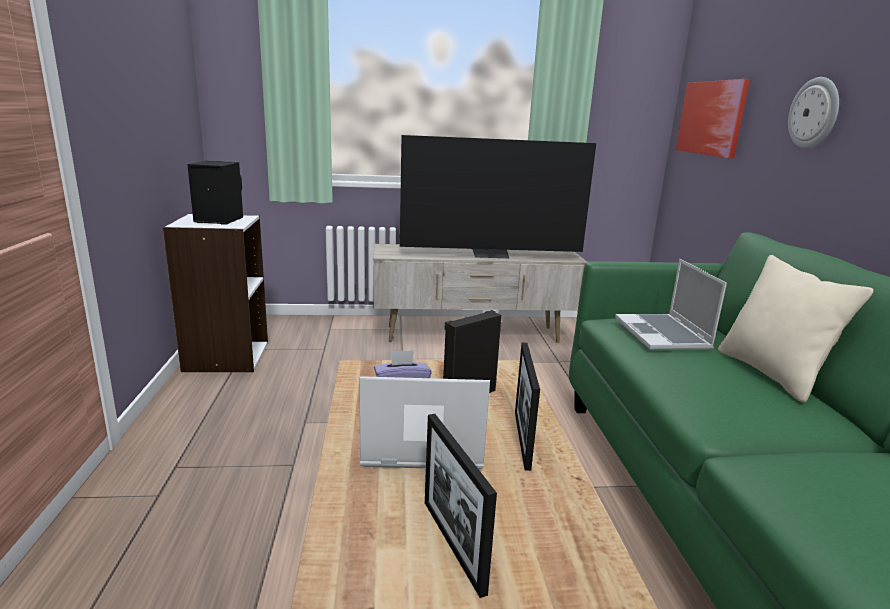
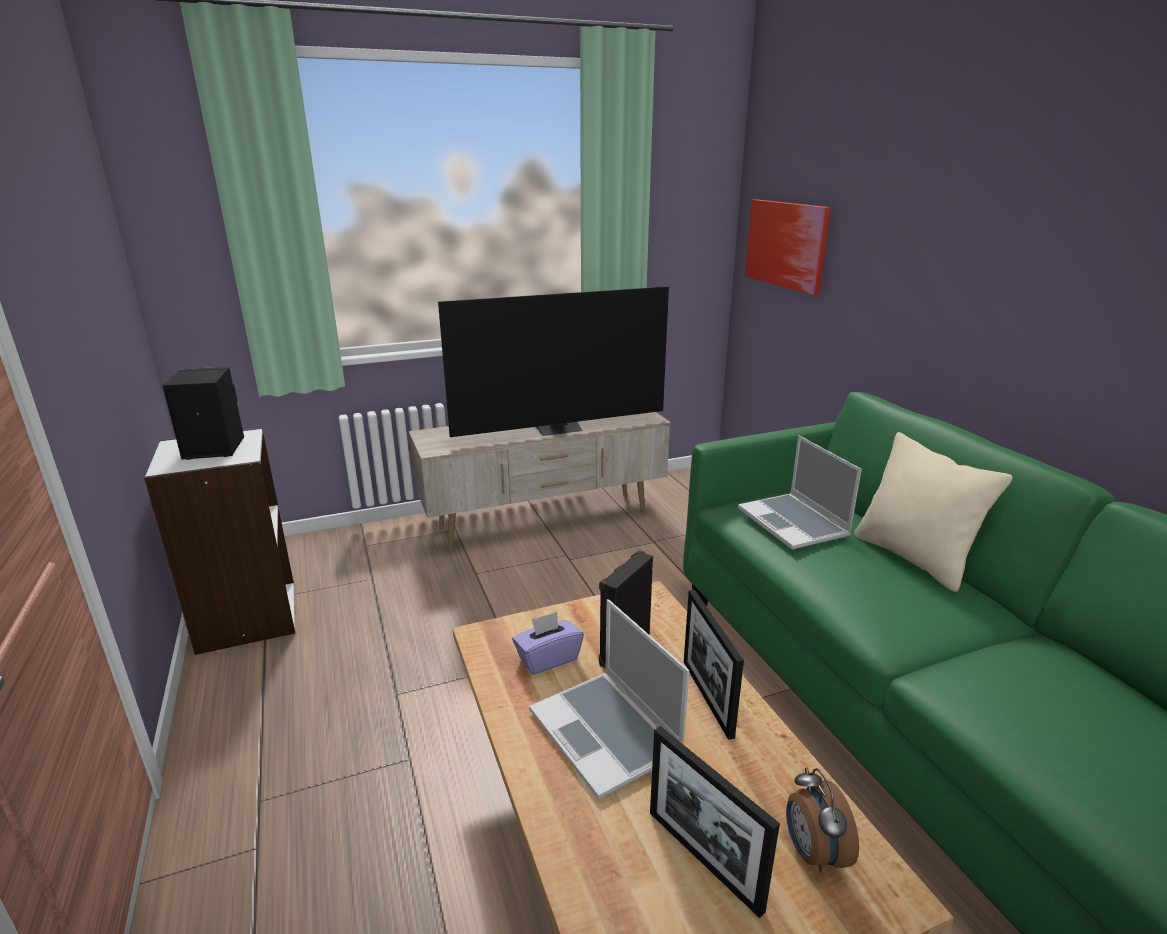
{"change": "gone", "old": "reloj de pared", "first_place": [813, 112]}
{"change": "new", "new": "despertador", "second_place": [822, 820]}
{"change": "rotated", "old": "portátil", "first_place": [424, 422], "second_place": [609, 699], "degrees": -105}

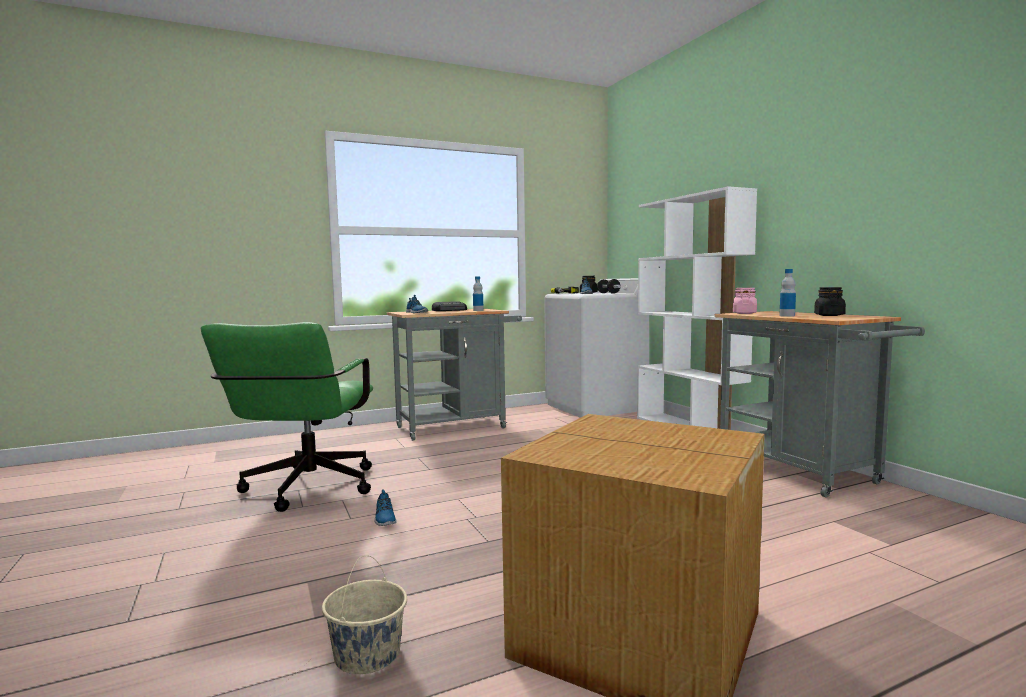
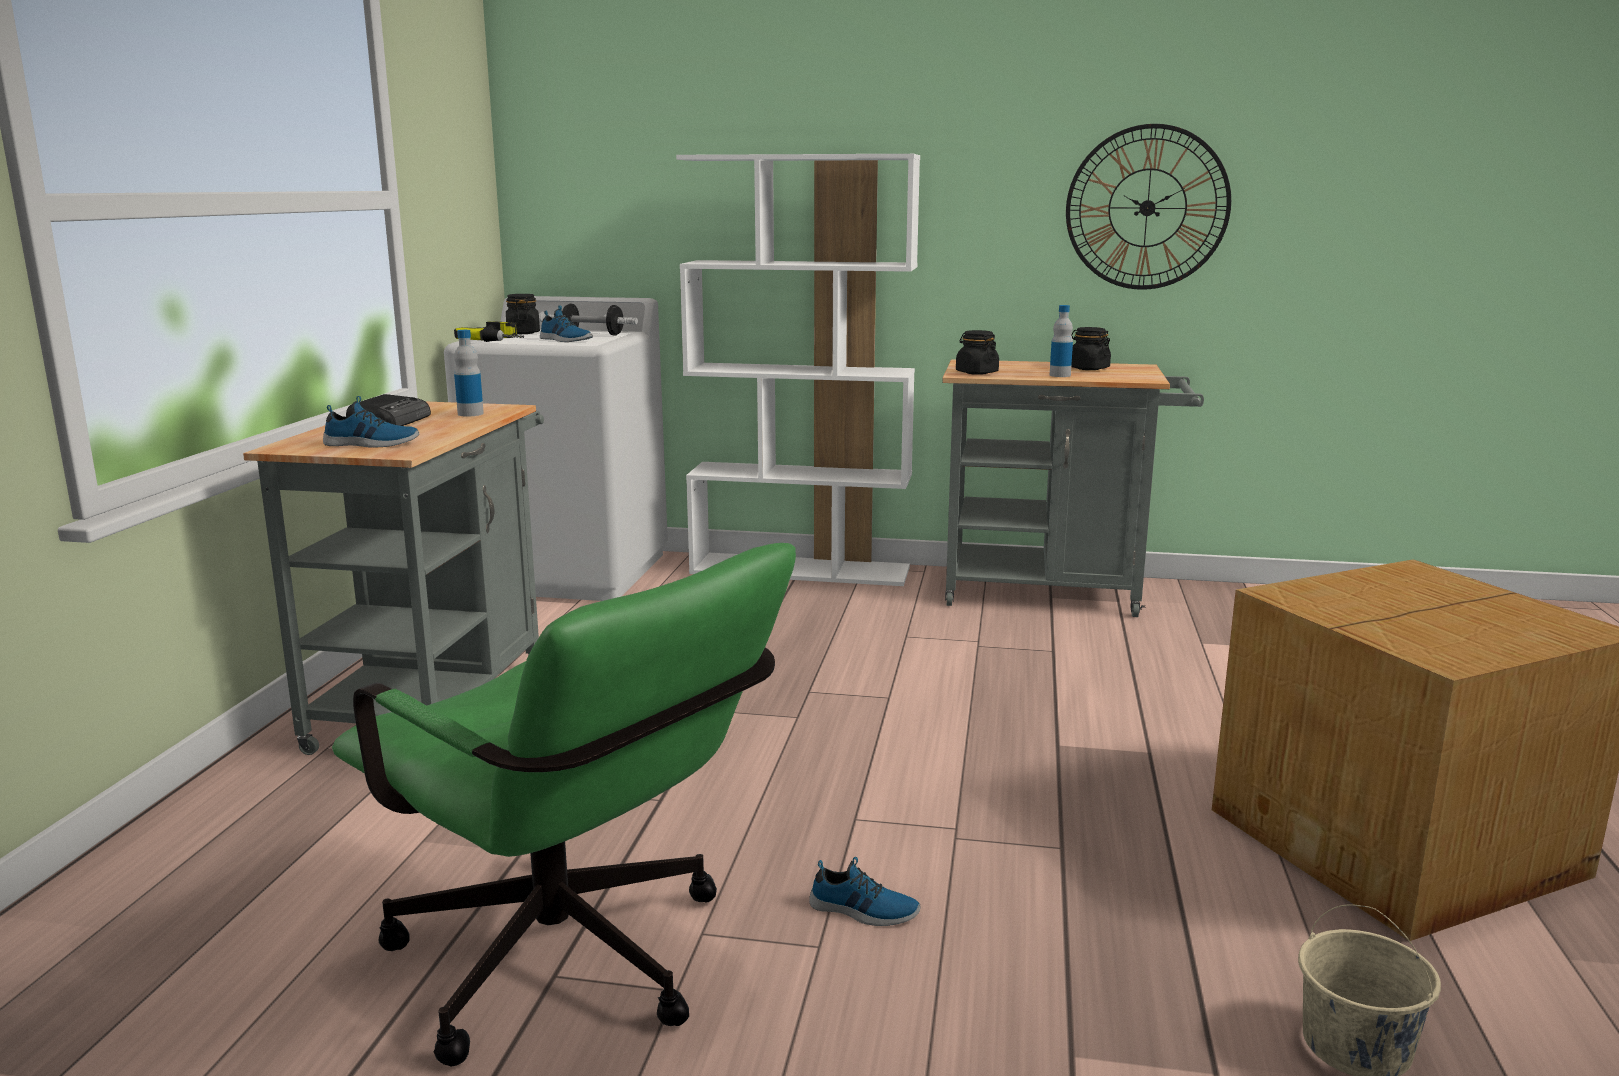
{"change": "new", "new": "reloj de pared", "second_place": [1148, 207]}
{"change": "repainted", "old": "tarro (rosa)", "new": "tarro (negro)", "first_place": [745, 301], "second_place": [977, 352]}

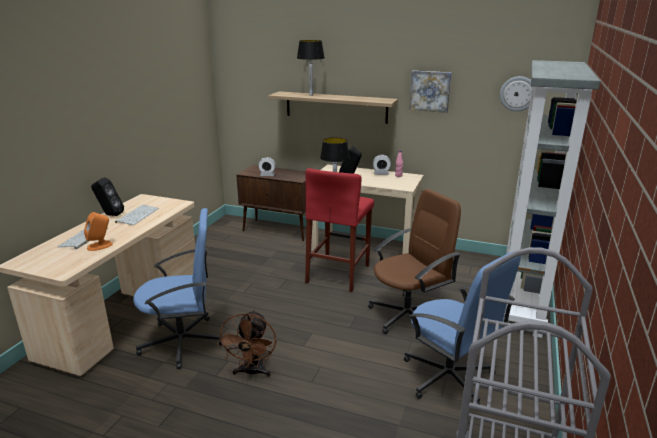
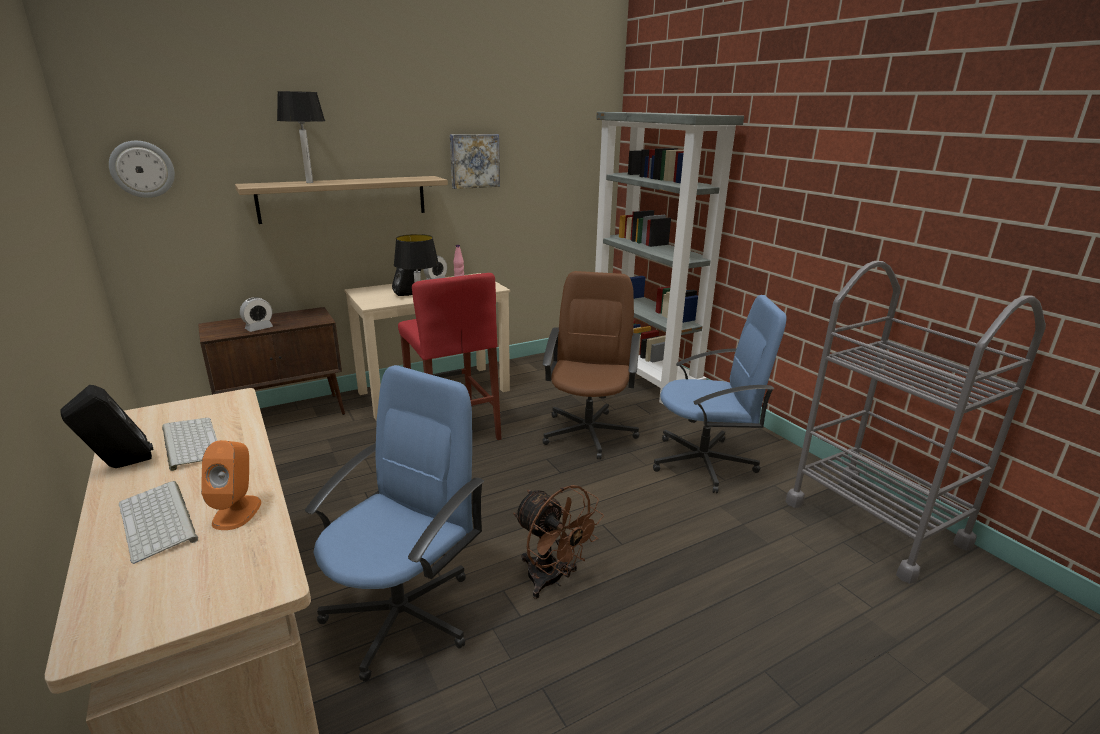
{"change": "shifted", "old": "reloj de pared", "first_place": [516, 94], "second_place": [142, 169]}

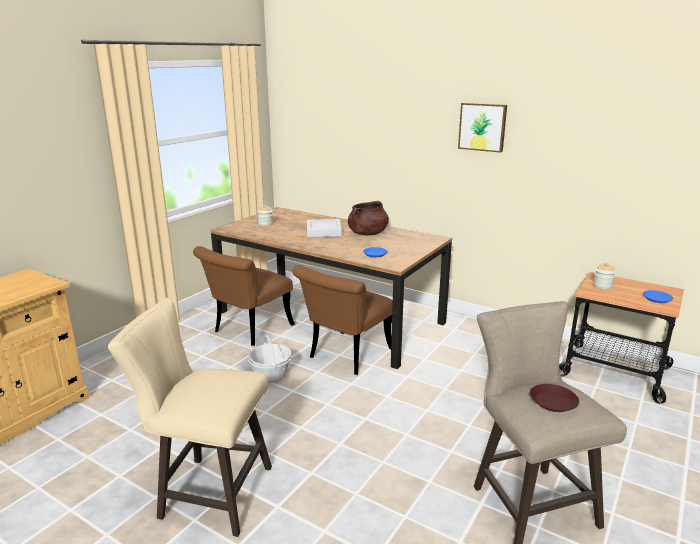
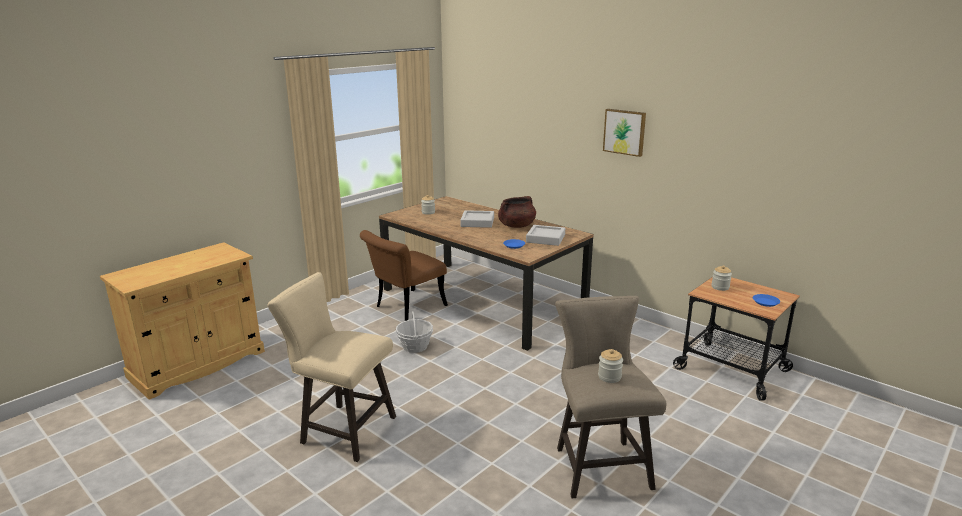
{"change": "gone", "old": "silla (marrón)", "first_place": [342, 320]}
{"change": "new", "new": "bandeja (gris)", "second_place": [545, 235]}
{"change": "swapped", "old": "plato (marrón)", "new": "tarro", "first_place": [554, 398], "second_place": [610, 366]}

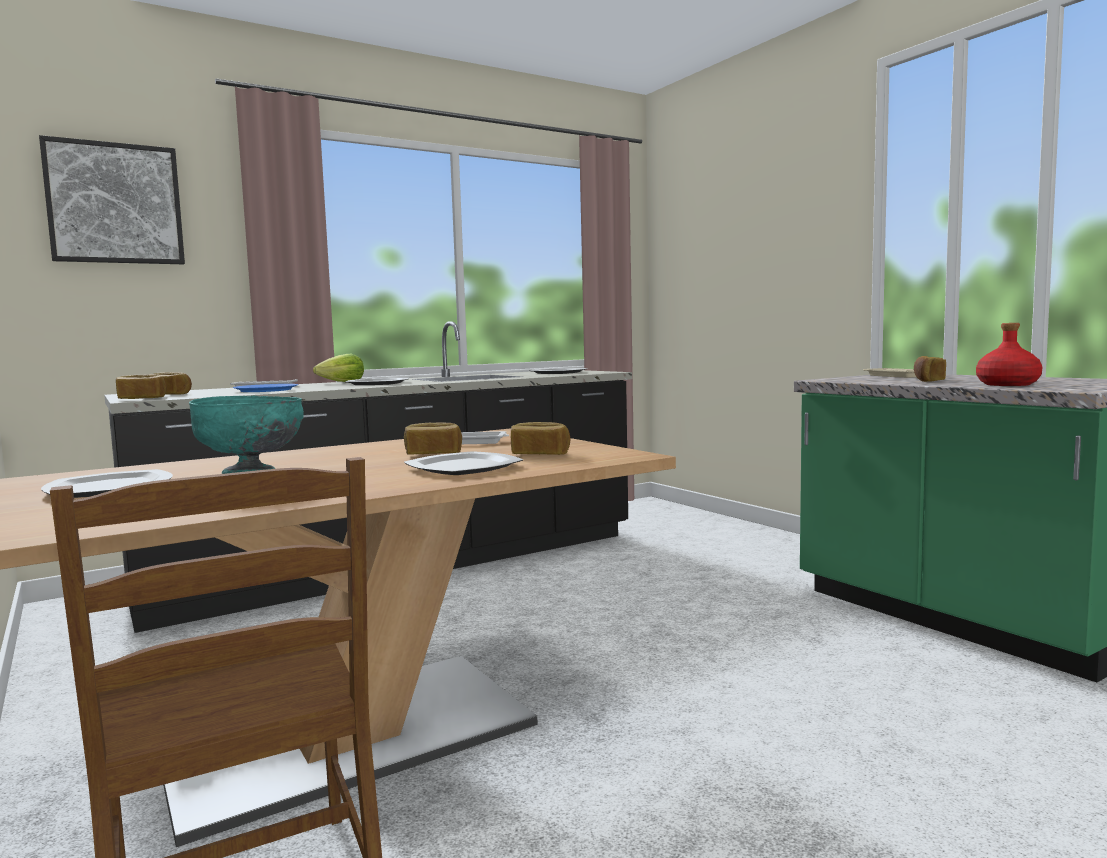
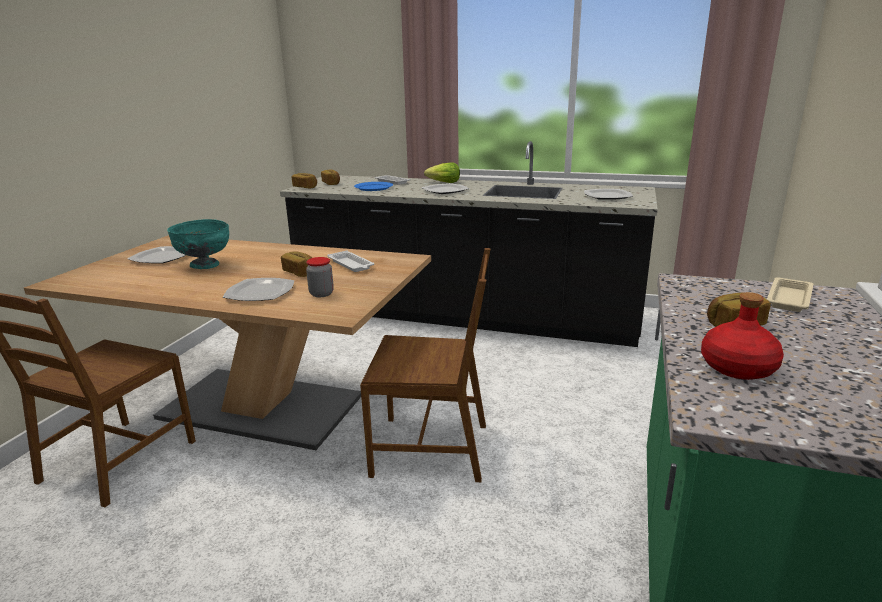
{"change": "gone", "old": "cuadro", "first_place": [112, 199]}
{"change": "new", "new": "silla (marrón)", "second_place": [425, 365]}
{"change": "swapped", "old": "pan", "new": "tarro", "first_place": [541, 438], "second_place": [320, 277]}

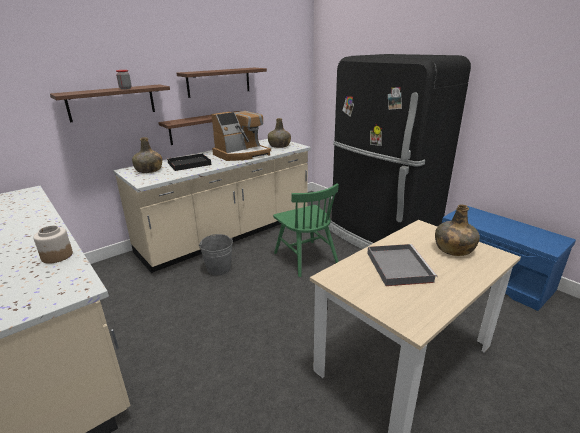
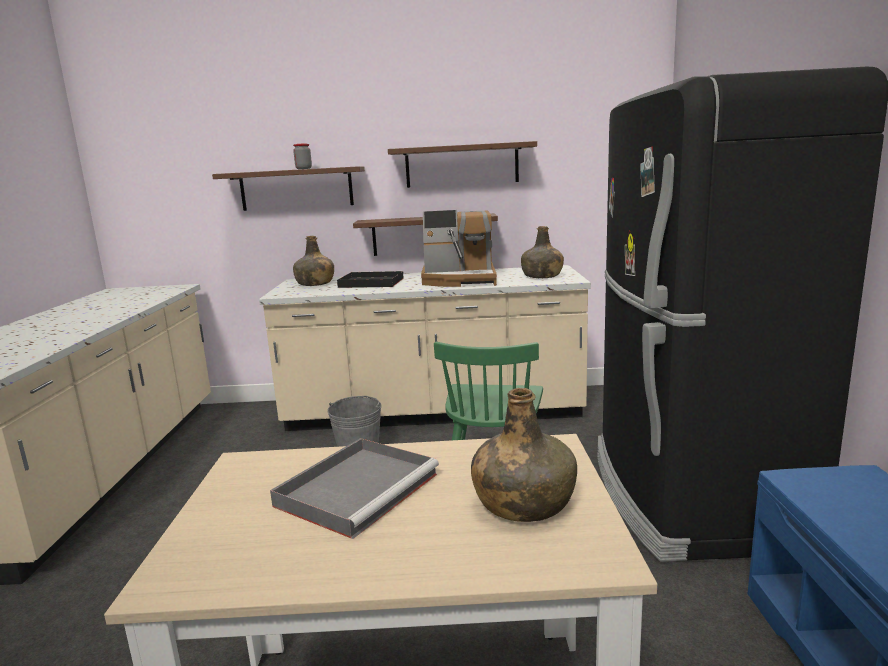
{"change": "gone", "old": "tarro", "first_place": [53, 244]}

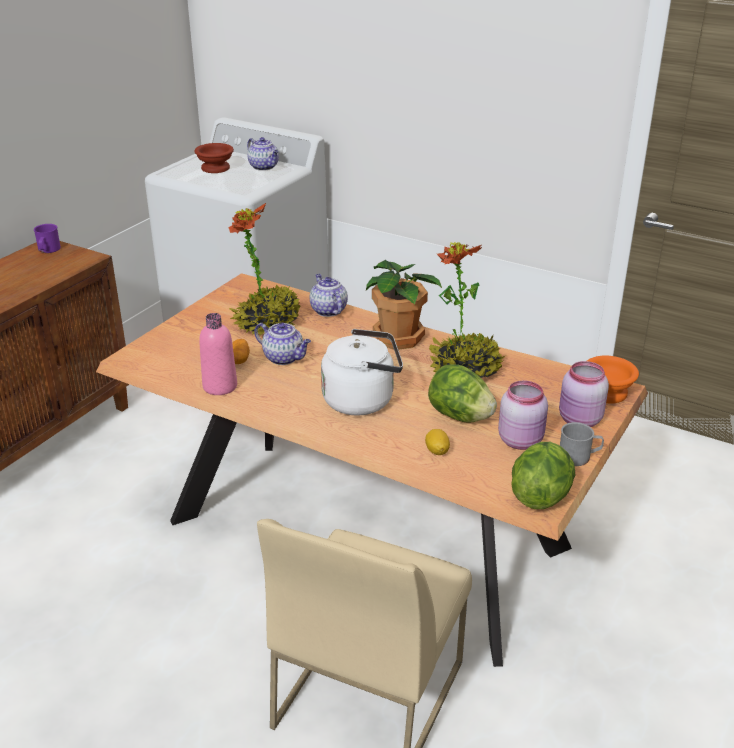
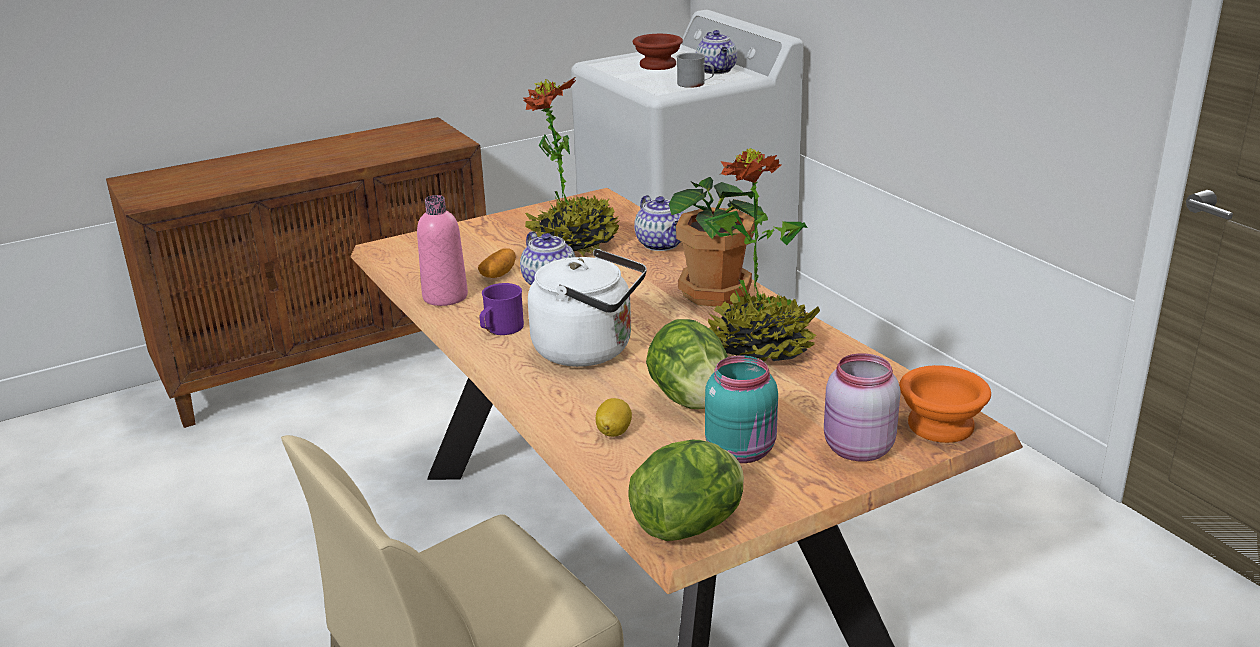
{"change": "shifted", "old": "taza grande (morado)", "first_place": [47, 238], "second_place": [502, 309]}
{"change": "shifted", "old": "taza grande (gris)", "first_place": [582, 444], "second_place": [695, 70]}
{"change": "repainted", "old": "tarro (rosa)", "new": "tarro (turquesa)", "first_place": [523, 415], "second_place": [741, 409]}
{"change": "rotated", "old": "tetera", "first_place": [329, 295], "second_place": [659, 223], "degrees": 150}

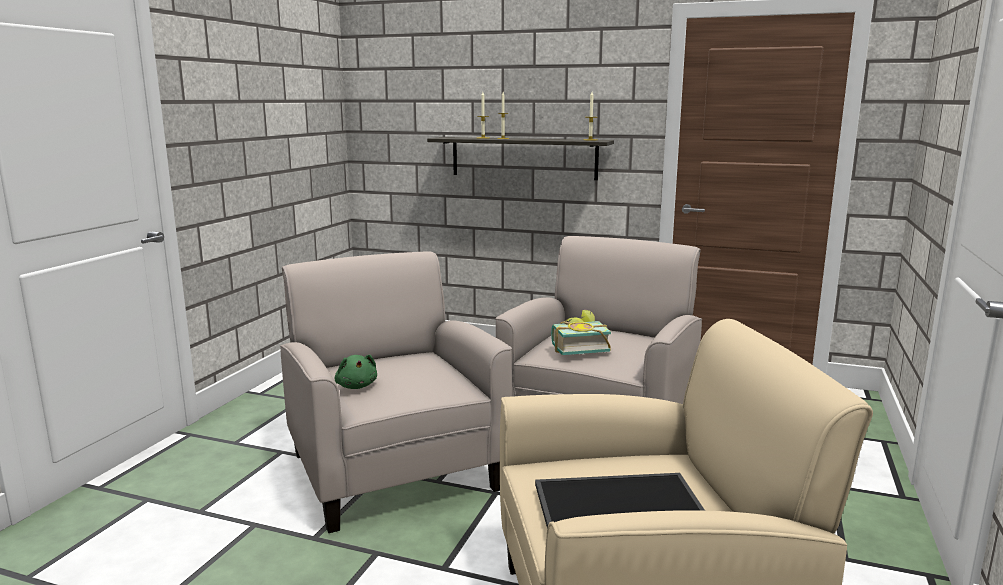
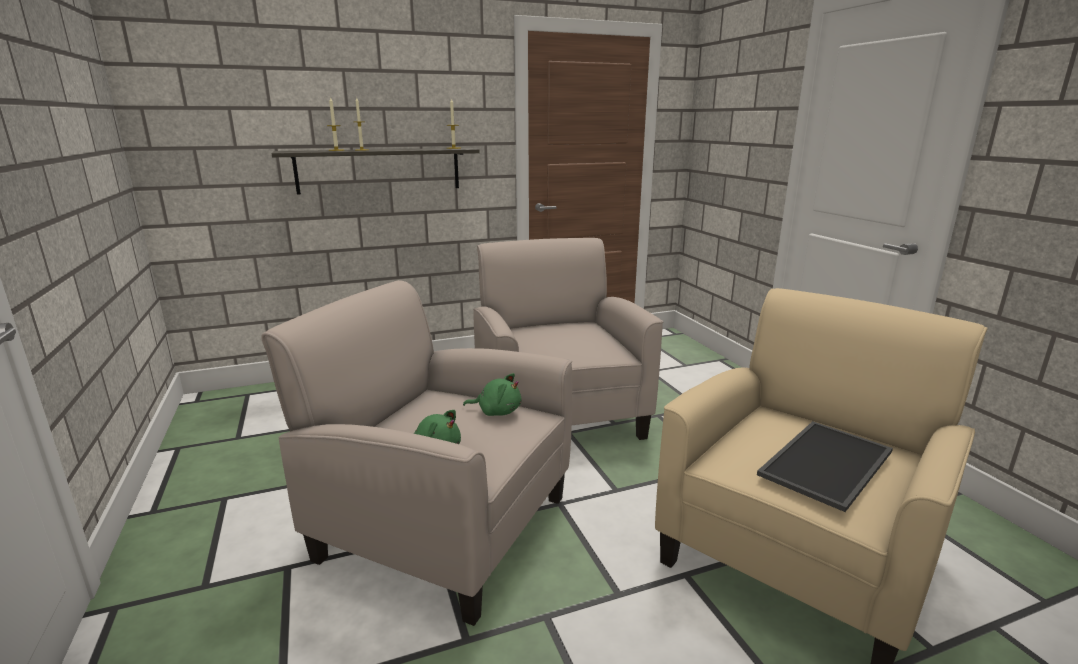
{"change": "gone", "old": "libro", "first_place": [581, 332]}
{"change": "new", "new": "peluche (verde)", "second_place": [492, 394]}

